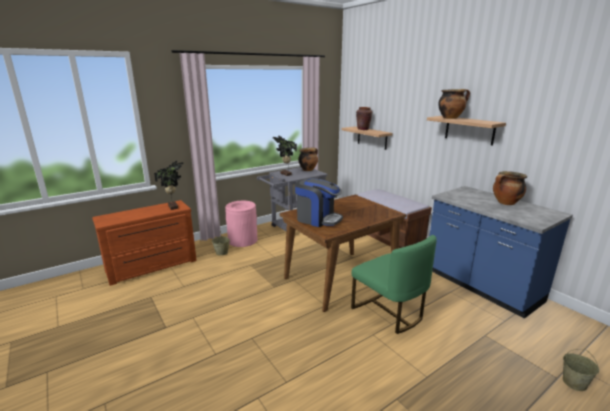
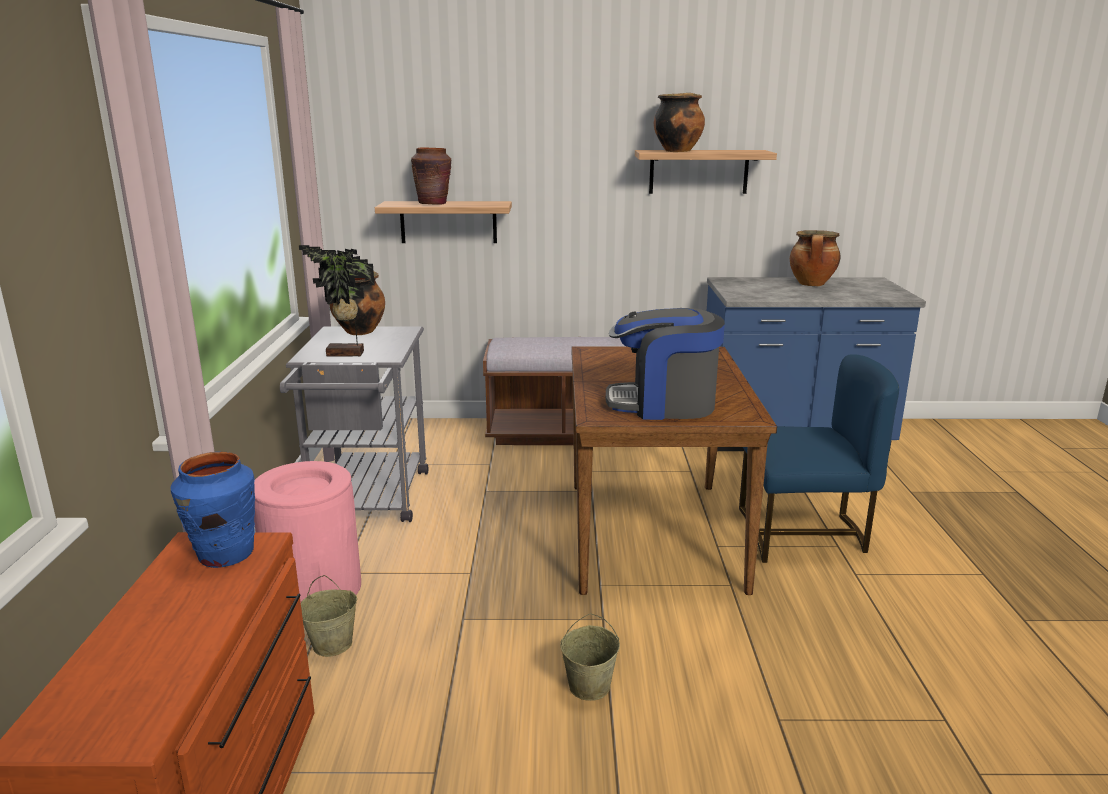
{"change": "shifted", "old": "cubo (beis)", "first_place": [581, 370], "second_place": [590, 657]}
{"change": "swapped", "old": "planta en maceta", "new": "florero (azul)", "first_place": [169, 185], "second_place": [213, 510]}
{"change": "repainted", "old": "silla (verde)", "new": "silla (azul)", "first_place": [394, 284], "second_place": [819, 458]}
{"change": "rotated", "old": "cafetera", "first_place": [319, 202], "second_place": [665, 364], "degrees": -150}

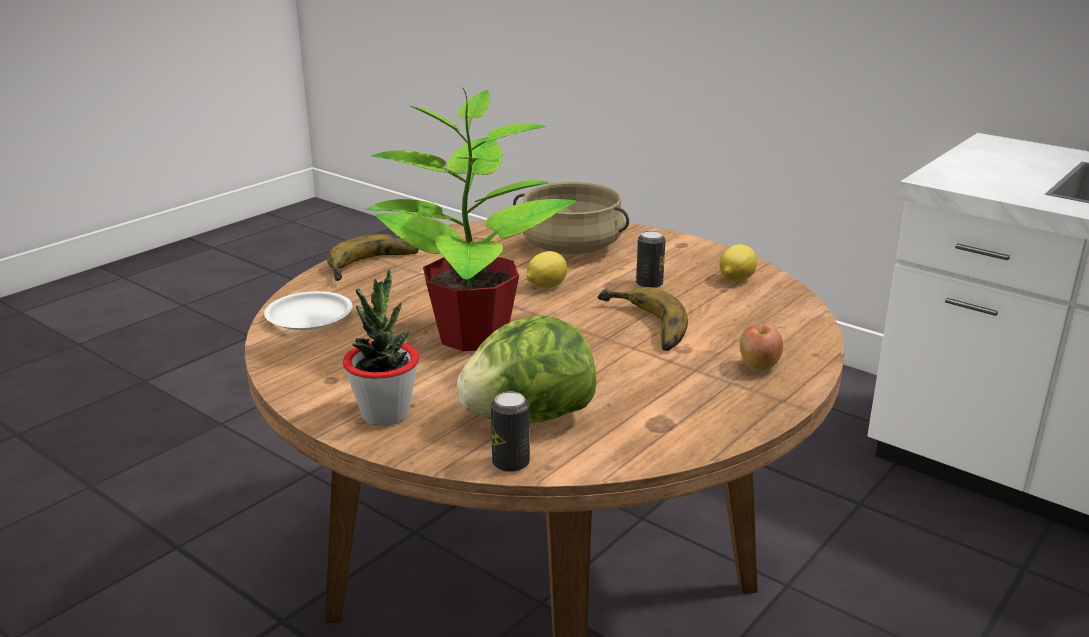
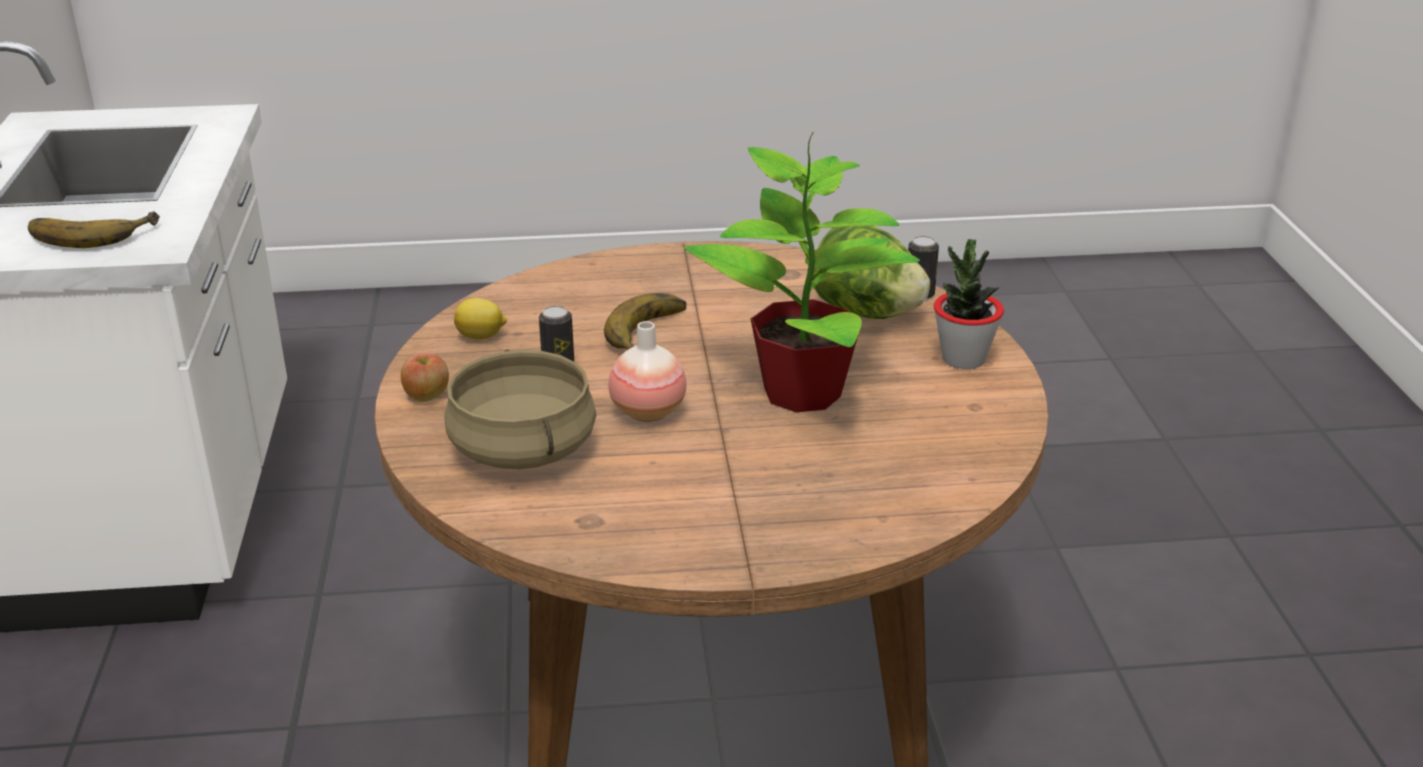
{"change": "gone", "old": "plato (blanco)", "first_place": [308, 310]}
{"change": "shifted", "old": "plátano", "first_place": [373, 257], "second_place": [94, 229]}
{"change": "shifted", "old": "manzana", "first_place": [761, 348], "second_place": [425, 377]}
{"change": "swapped", "old": "limón", "new": "florero", "first_place": [546, 269], "second_place": [647, 371]}

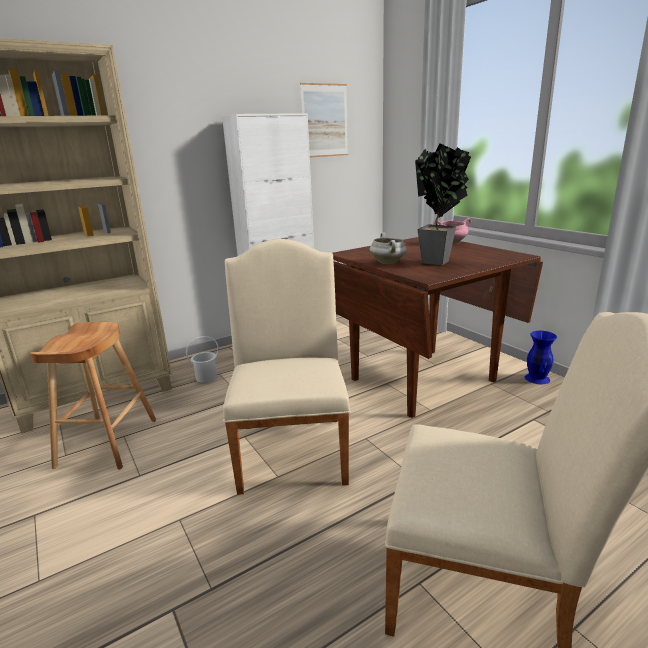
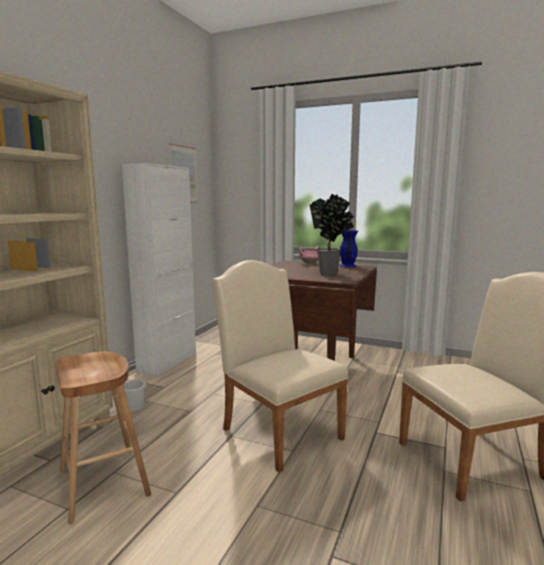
{"change": "gone", "old": "olla (blanco)", "first_place": [388, 248]}
{"change": "shifted", "old": "florero (azul)", "first_place": [541, 357], "second_place": [349, 249]}

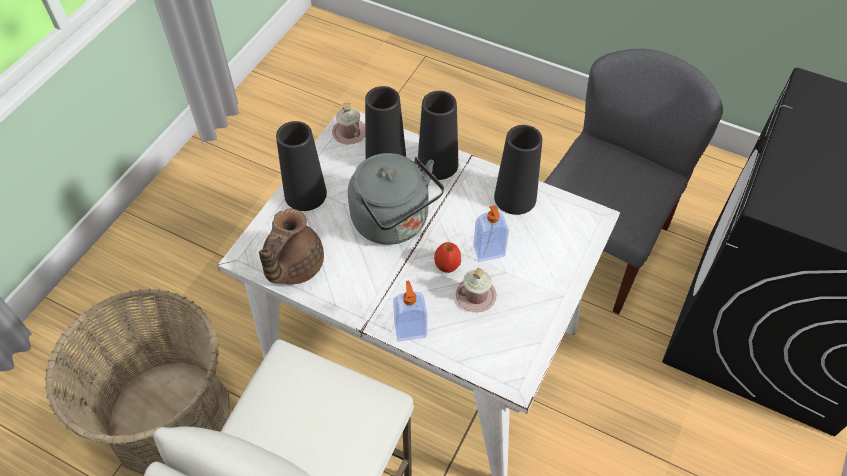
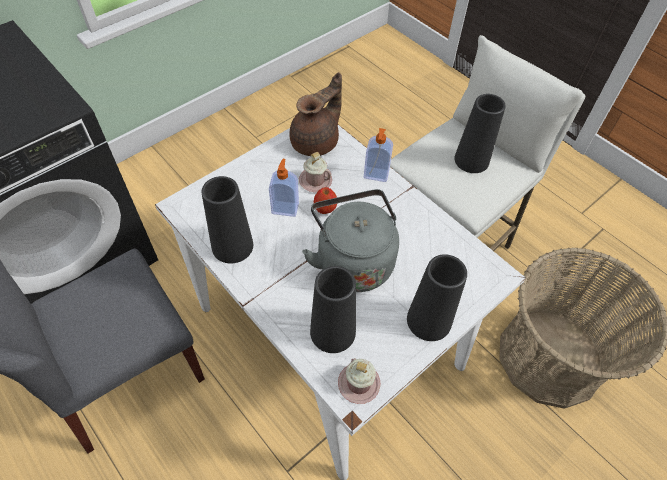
{"change": "shifted", "old": "tetera (marrón)", "first_place": [291, 246], "second_place": [315, 114]}
{"change": "shifted", "old": "florero (negro)", "first_place": [438, 135], "second_place": [480, 133]}

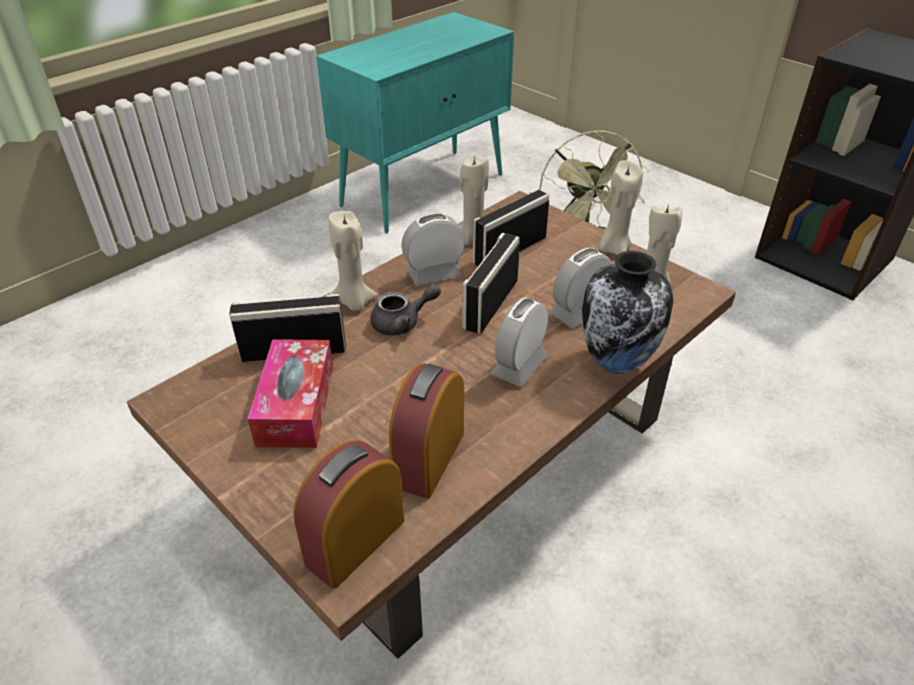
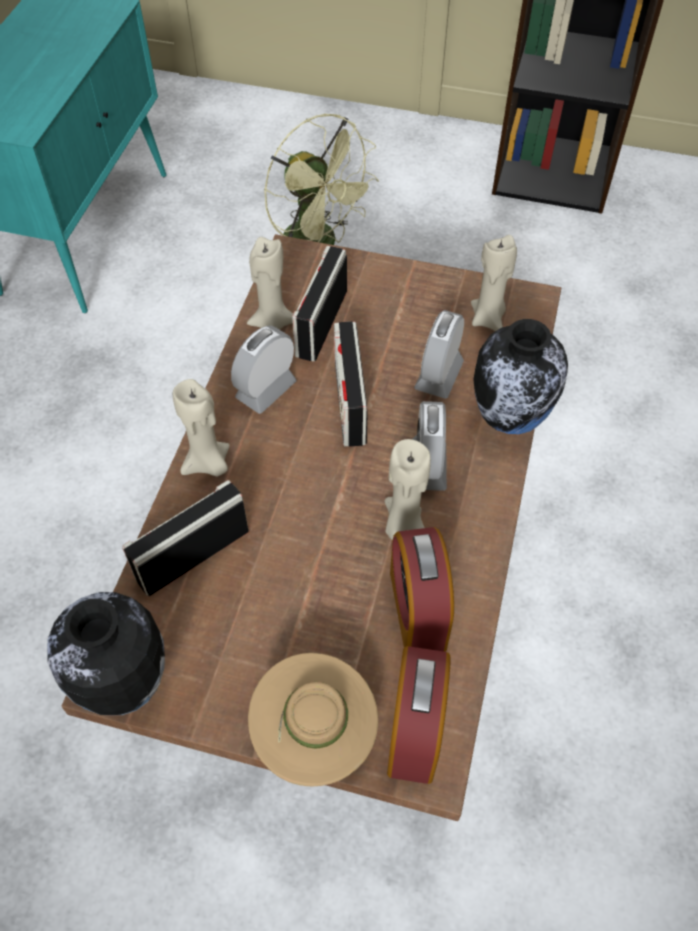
{"change": "gone", "old": "caja de pañuelos", "first_place": [290, 393]}
{"change": "gone", "old": "tetera (gris)", "first_place": [405, 309]}
{"change": "new", "new": "florero", "second_place": [106, 653]}
{"change": "new", "new": "sombrero (beis)", "second_place": [313, 719]}
{"change": "shifted", "old": "vela (beis)", "first_place": [620, 207], "second_place": [408, 489]}

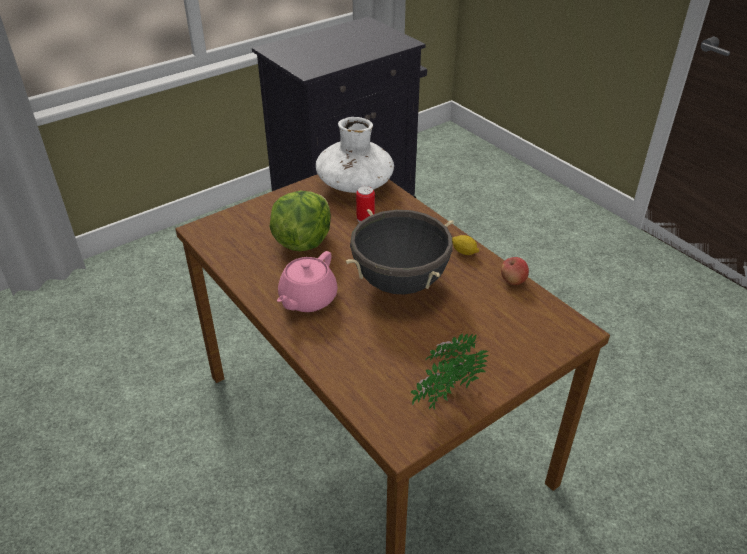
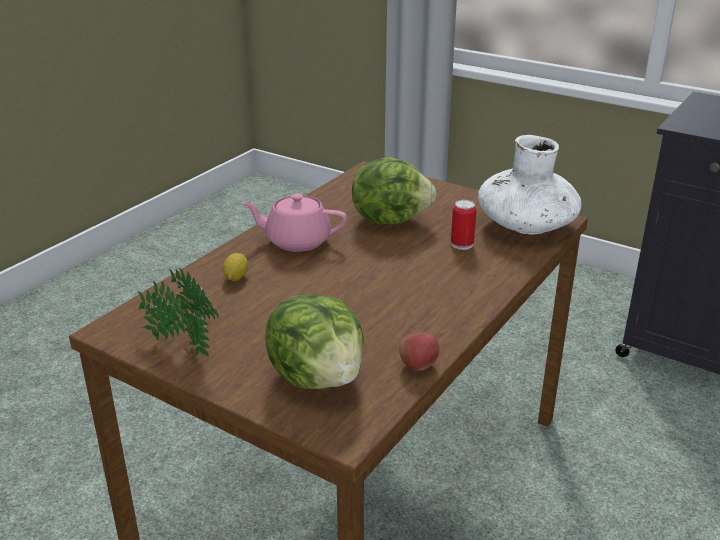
{"change": "gone", "old": "olla (negro)", "first_place": [400, 252]}
{"change": "new", "new": "lechuga", "second_place": [314, 342]}
{"change": "shifted", "old": "limón", "first_place": [465, 245], "second_place": [235, 267]}

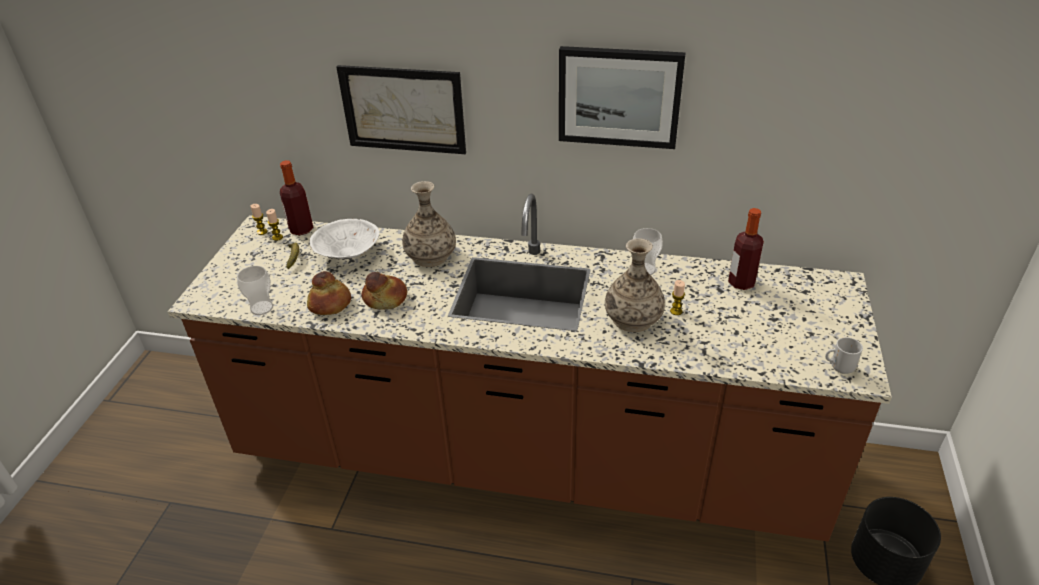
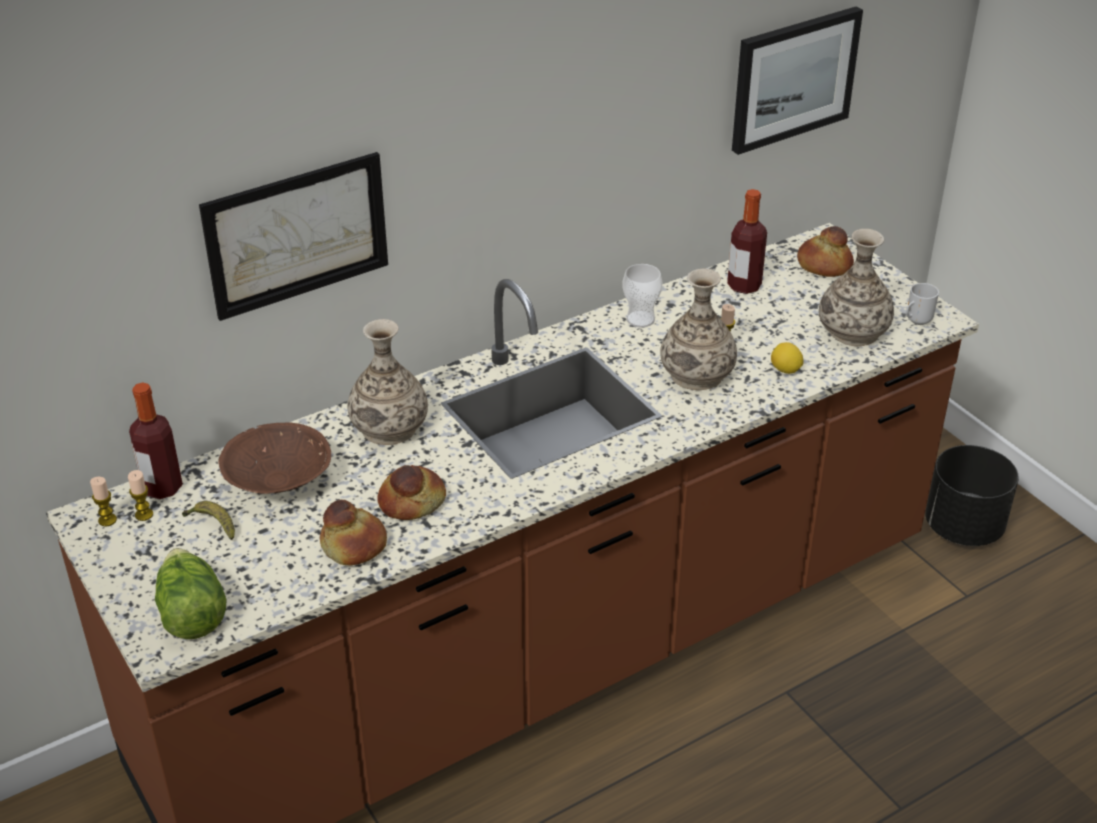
{"change": "gone", "old": "taza", "first_place": [255, 290]}
{"change": "new", "new": "lechuga", "second_place": [191, 593]}
{"change": "new", "new": "limón", "second_place": [787, 358]}
{"change": "new", "new": "pan", "second_place": [825, 251]}
{"change": "new", "new": "florero", "second_place": [856, 287]}
{"change": "shifted", "old": "cuadro", "first_place": [622, 97], "second_place": [797, 80]}
{"change": "repainted", "old": "cuenco (blanco)", "new": "cuenco (marrón)", "first_place": [344, 239], "second_place": [274, 458]}

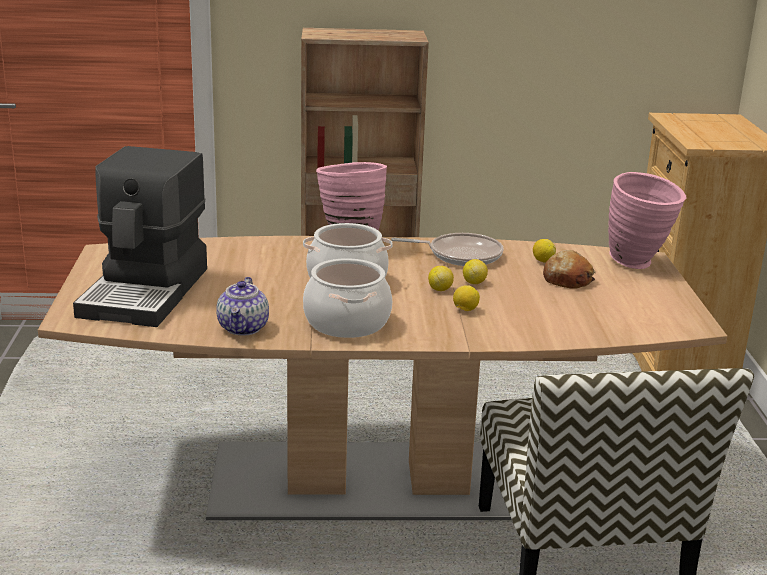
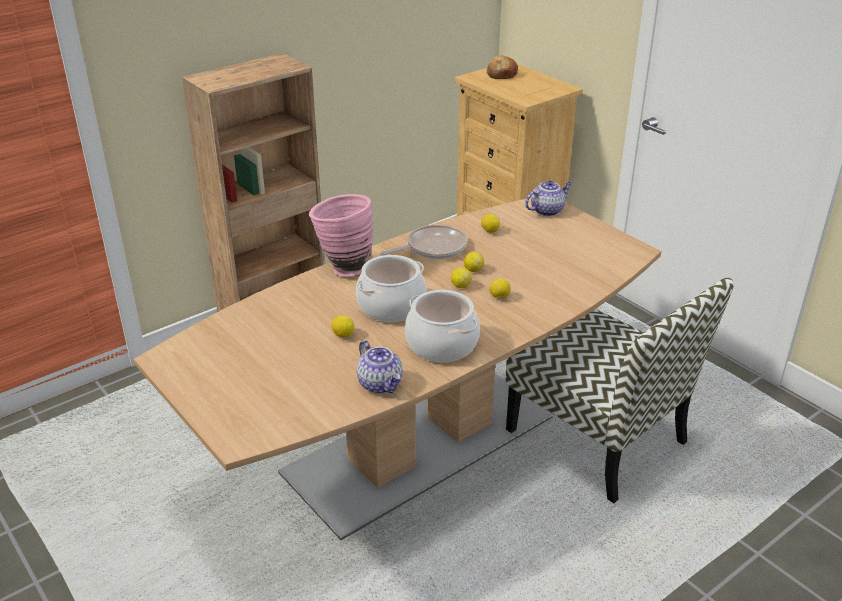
{"change": "gone", "old": "cafetera", "first_place": [140, 236]}
{"change": "new", "new": "limón", "second_place": [343, 326]}
{"change": "shifted", "old": "pan", "first_place": [569, 269], "second_place": [502, 67]}
{"change": "swapped", "old": "florero (rosa)", "new": "tetera", "first_place": [647, 220], "second_place": [548, 198]}

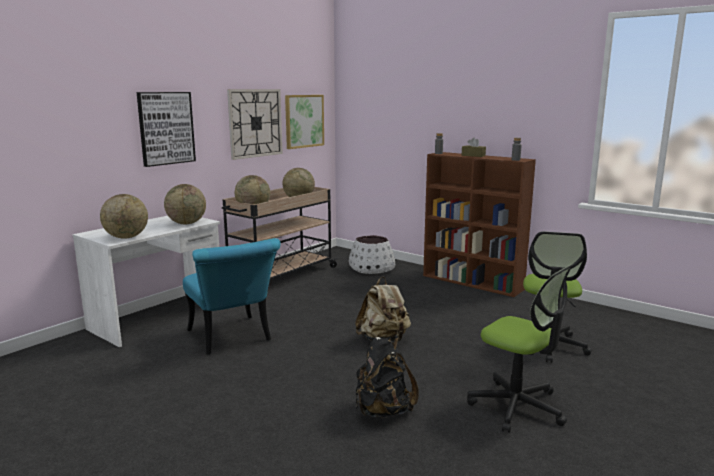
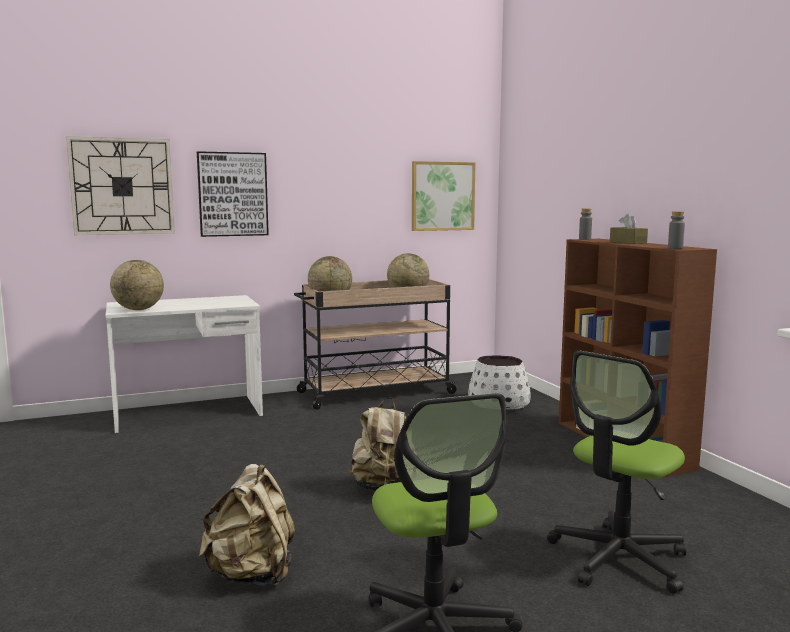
{"change": "gone", "old": "globo terráqueo", "first_place": [185, 204]}
{"change": "gone", "old": "silla (turquesa)", "first_place": [231, 296]}
{"change": "shifted", "old": "reloj de pared", "first_place": [255, 124], "second_place": [120, 185]}
{"change": "repainted", "old": "mochila (negro)", "new": "mochila (beis)", "first_place": [387, 376], "second_place": [247, 525]}

